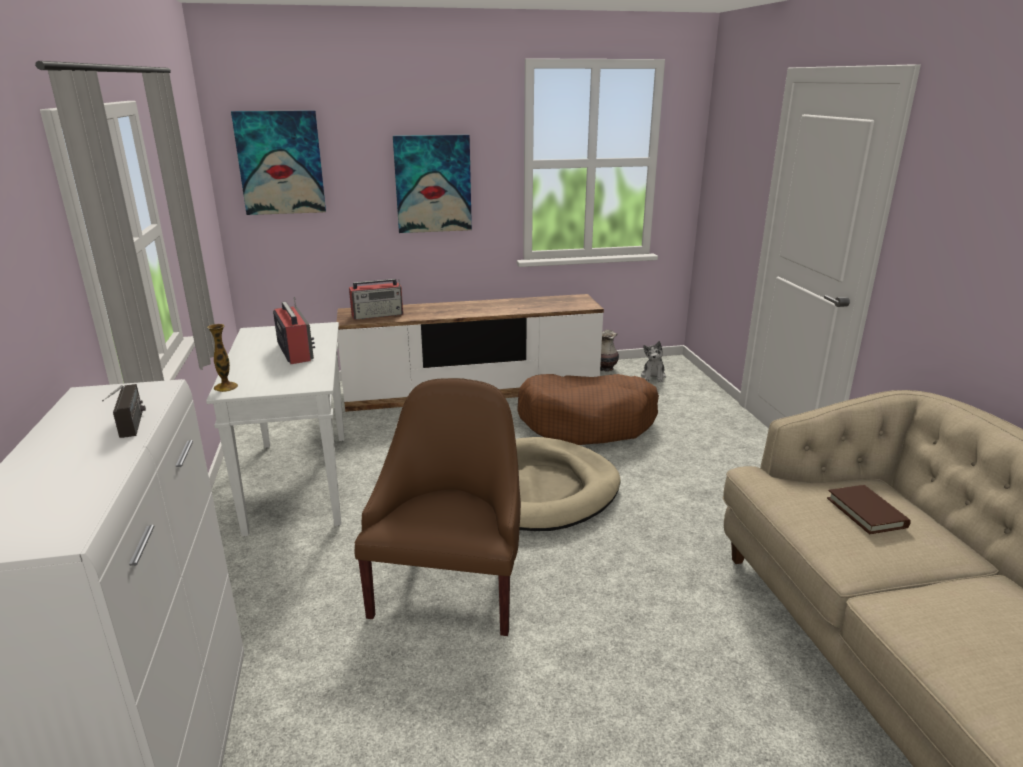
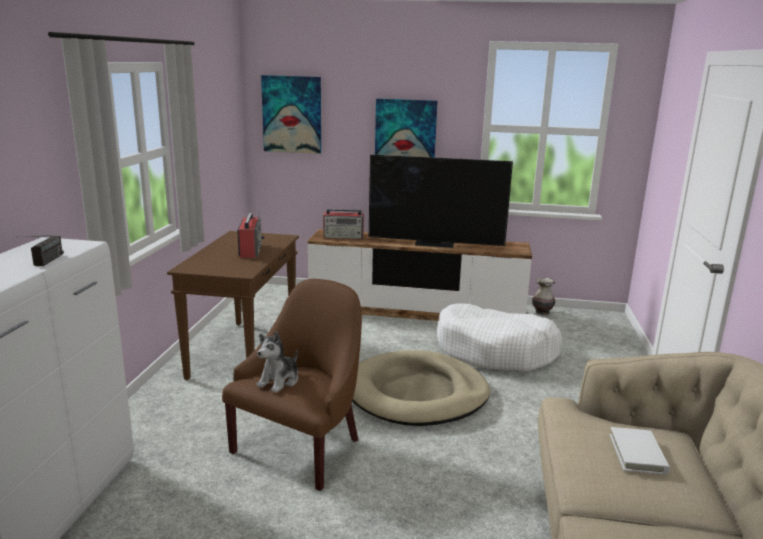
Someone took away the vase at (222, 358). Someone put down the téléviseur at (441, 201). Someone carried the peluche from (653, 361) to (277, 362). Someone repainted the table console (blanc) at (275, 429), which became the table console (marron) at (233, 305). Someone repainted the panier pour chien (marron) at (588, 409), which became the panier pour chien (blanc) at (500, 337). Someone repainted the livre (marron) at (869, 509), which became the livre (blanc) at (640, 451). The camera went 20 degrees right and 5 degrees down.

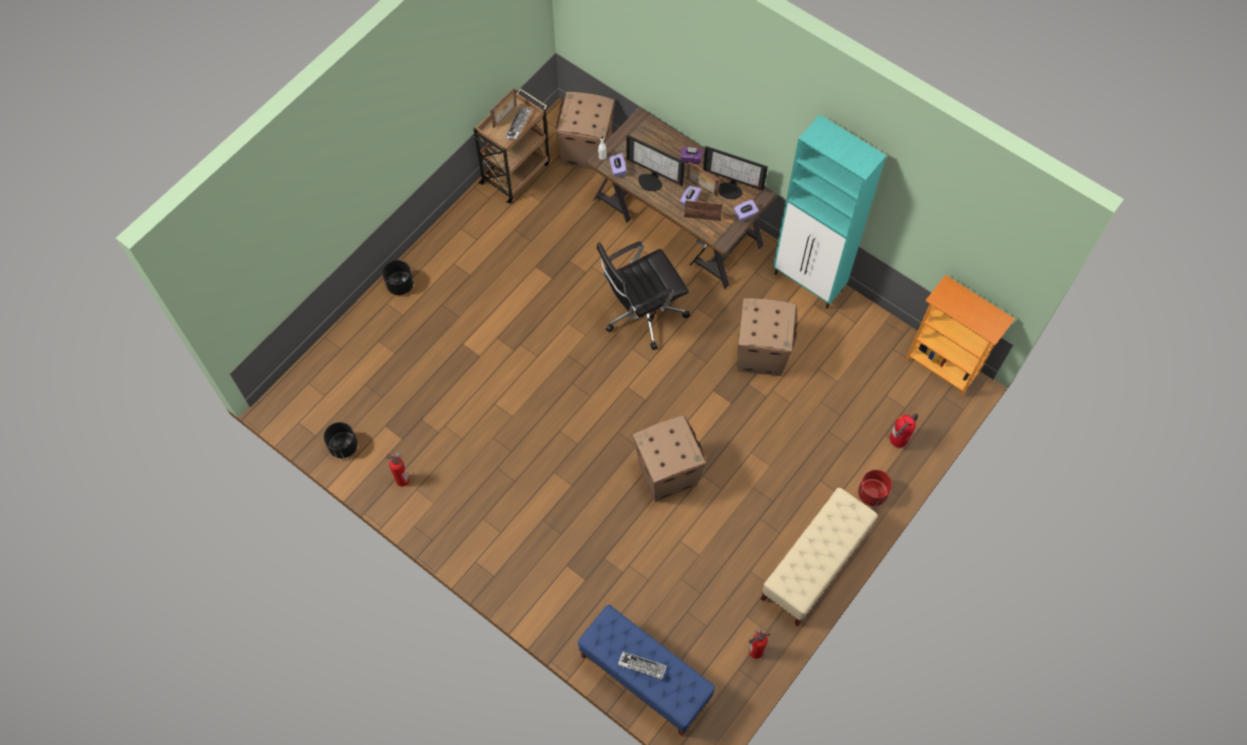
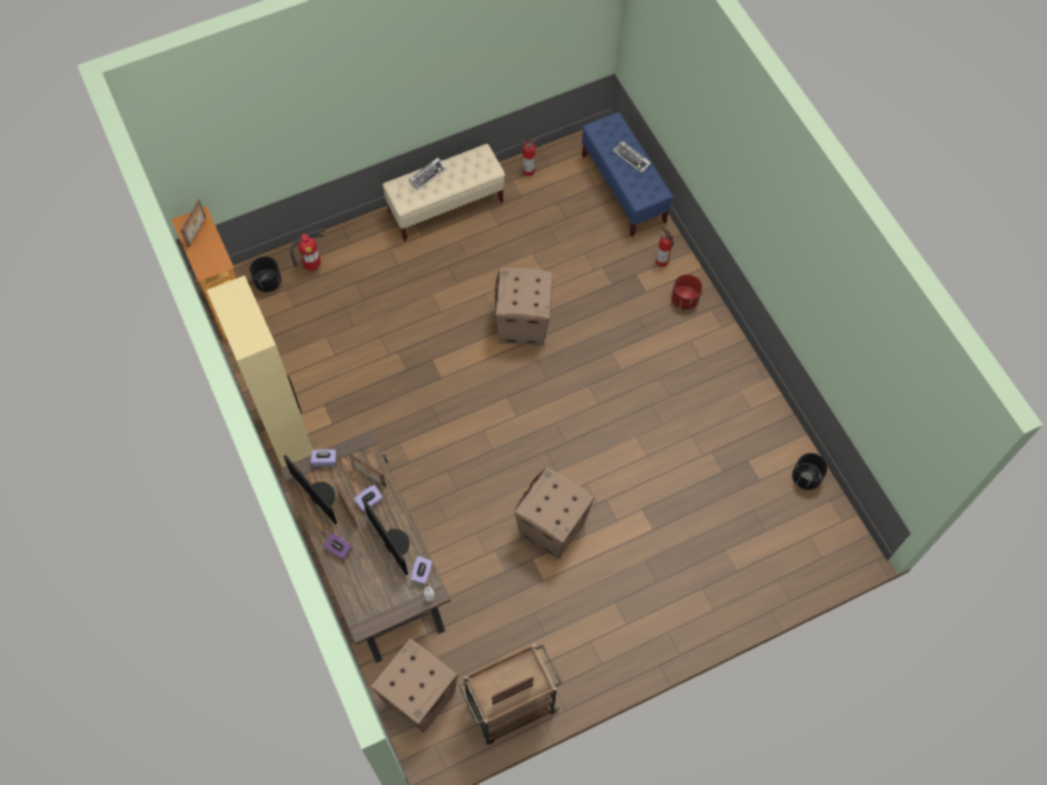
Someone took away the chaise de bureau (noir) at (643, 295). Someone put down the cadre photo at (193, 223). Someone carried the cache-pot (noir) from (398, 277) to (266, 274). Someone carried the extincteur from (398, 469) to (665, 247). Someone carried the clavier from (518, 123) to (427, 174). Someone carried the carton from (767, 337) to (554, 513). Someone carried the cache-pot (rouge) from (875, 488) to (686, 292). Someone repainted the meuble de rangement (turquoise) at (829, 211), which became the meuble de rangement (beige) at (260, 371). The camera went 155 degrees left and 0 degrees up.

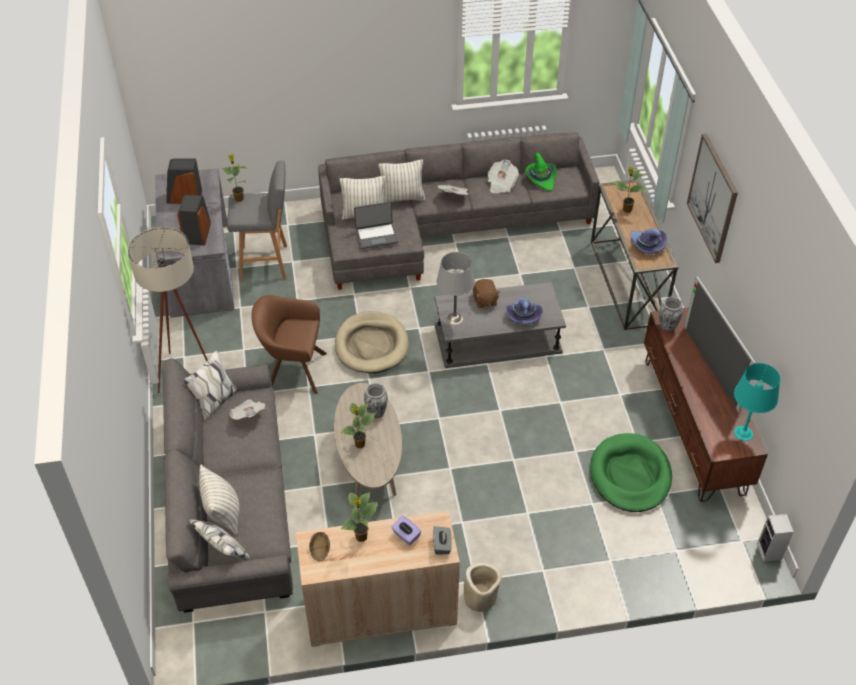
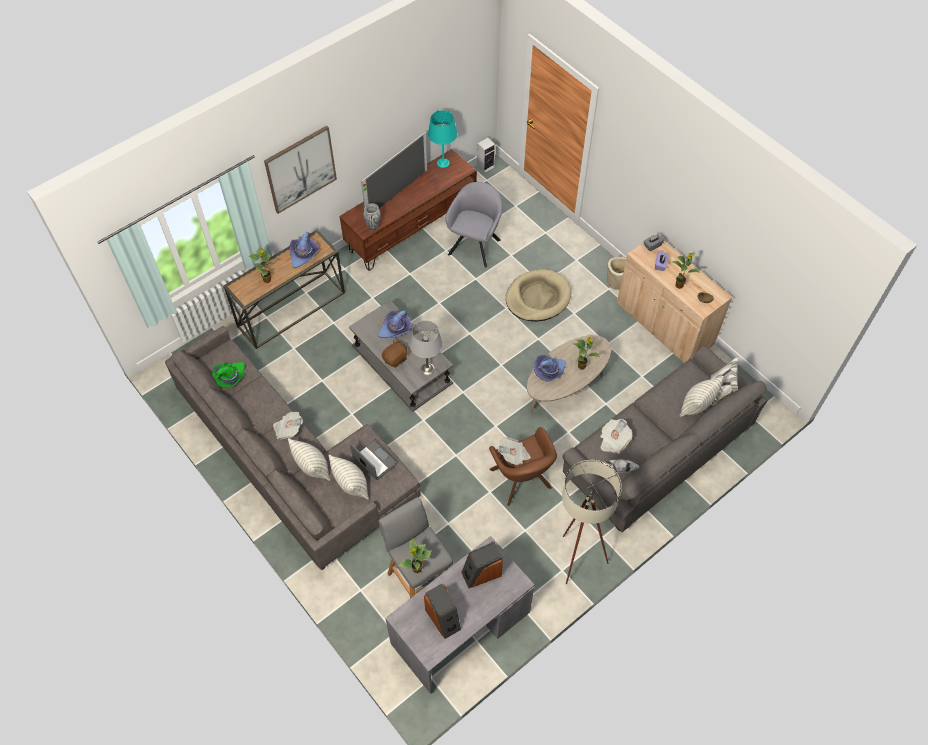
Someone carried the panier pour chien (beige) from (372, 342) to (538, 295). Someone carried the journal from (503, 176) to (514, 451). Someone swapped the vase at (376, 400) for the chapeau (violet) at (550, 368). Someone swapped the panier pour chien (vert) at (631, 472) for the fauteuil (gris) at (474, 224). The camera went 120 degrees left and 10 degrees up.

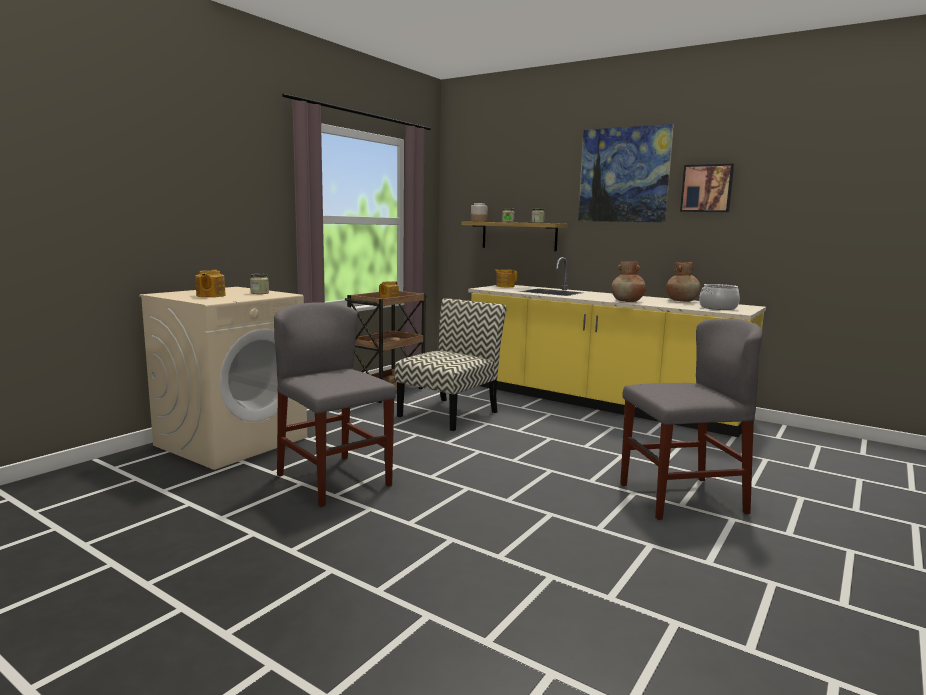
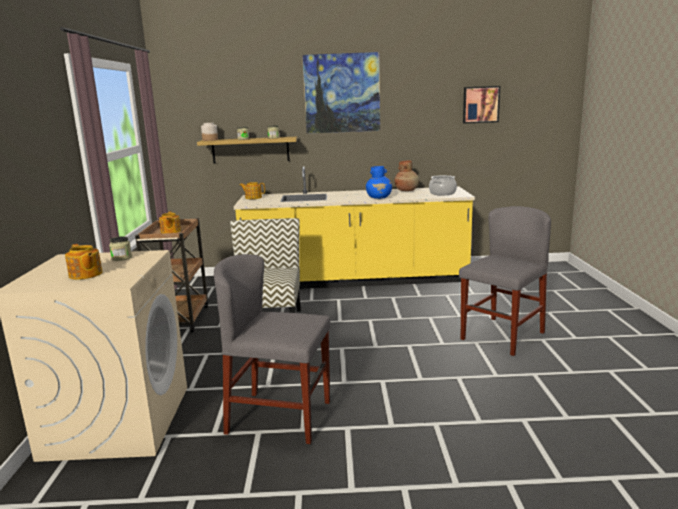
Someone carried the tableau from (707, 188) to (481, 104). Someone repainted the vase (marron) at (628, 282), which became the vase (bleu) at (379, 182). The camera went 35 degrees left and 5 degrees up.

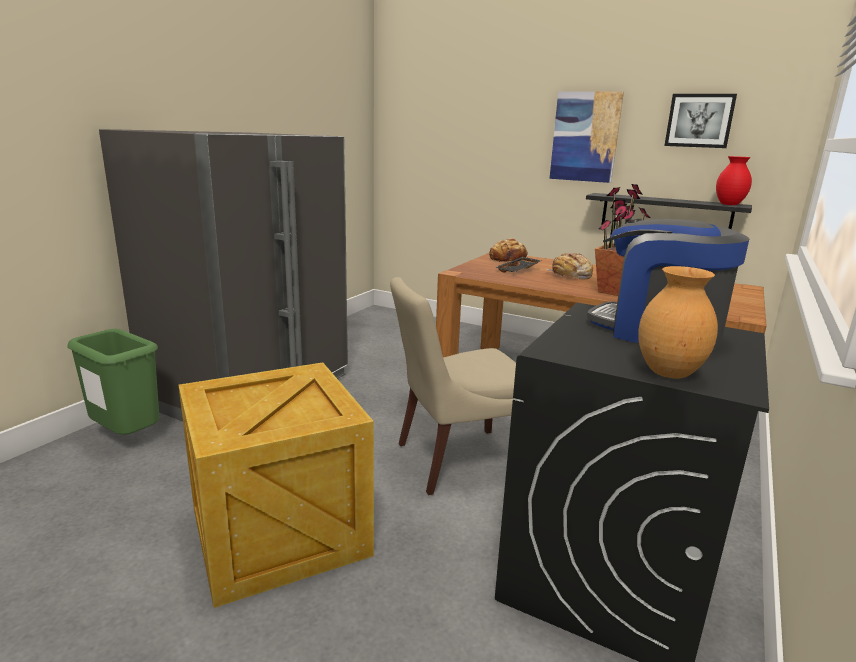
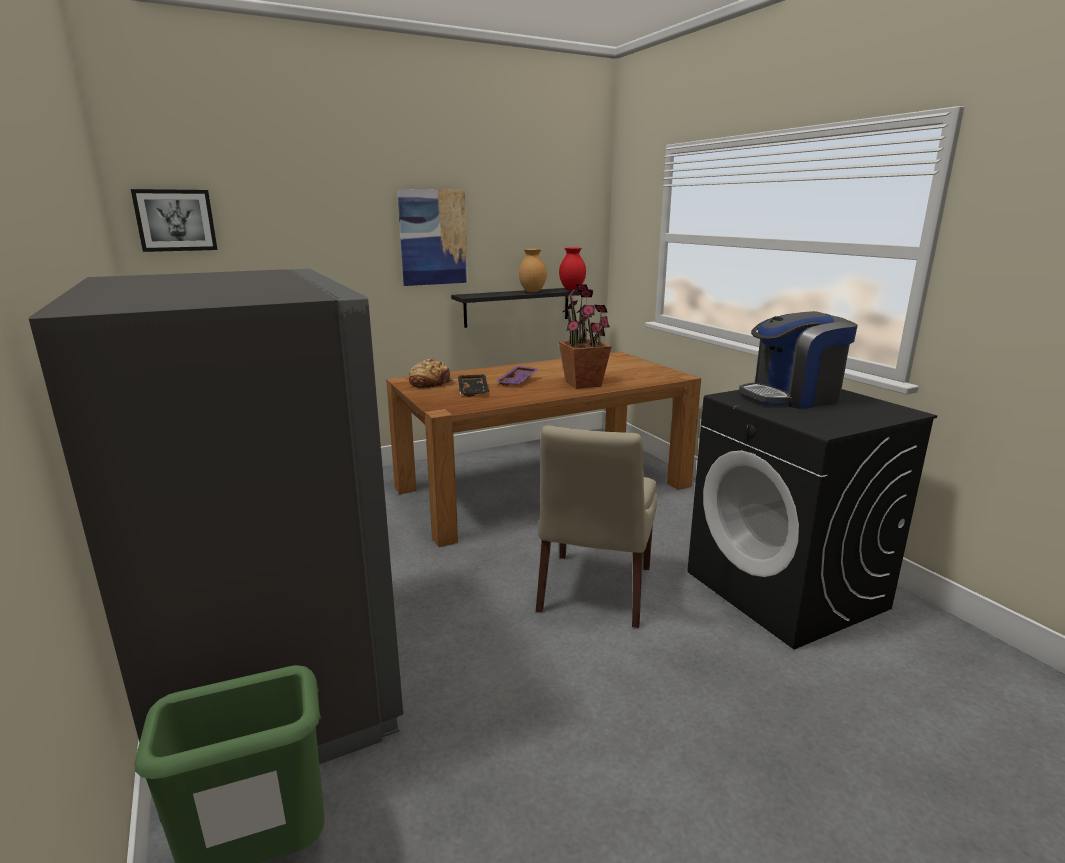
Someone took away the caisse at (276, 485). Someone carried the vase (marron) from (678, 322) to (533, 270). Someone carried the tableau from (700, 121) to (174, 220). Someone swapped the pain at (570, 266) for the plateau (violet) at (517, 376). The camera went 55 degrees left and 0 degrees up.

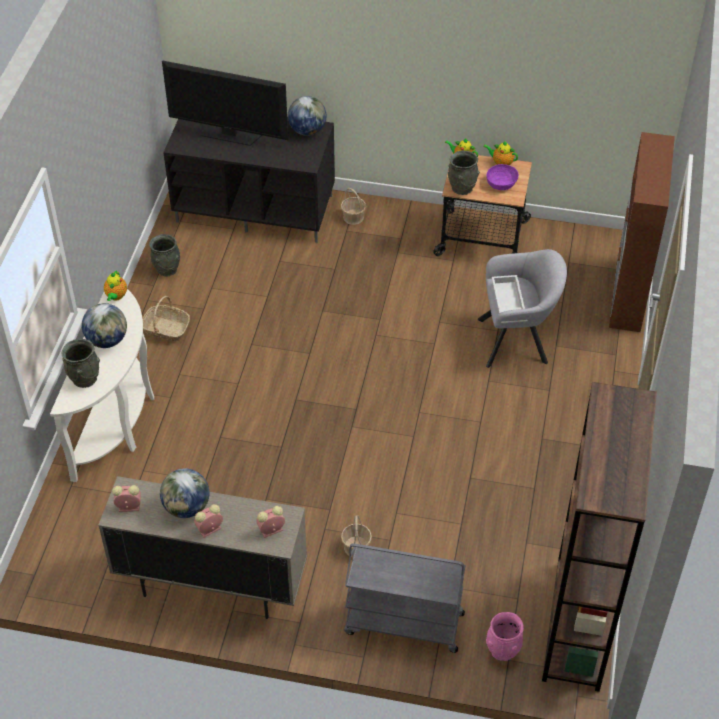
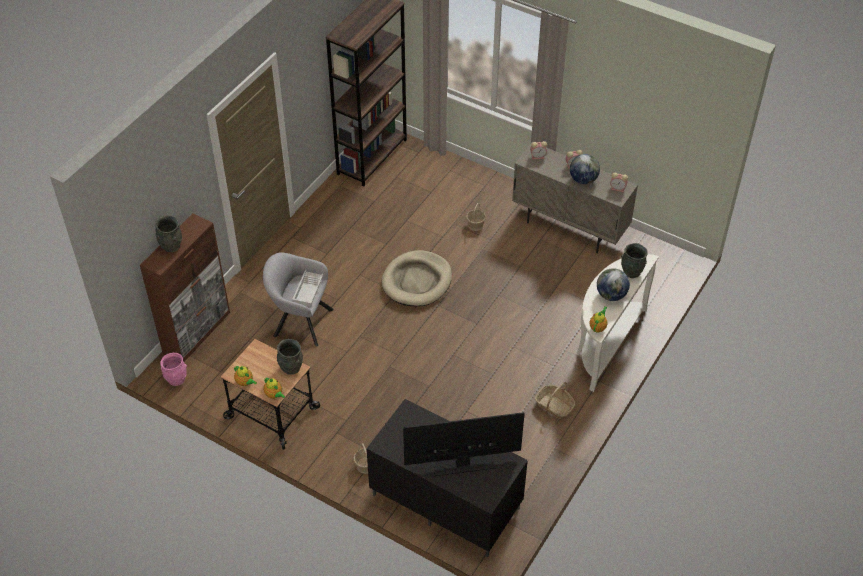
Someone took away the globe at (307, 116). Someone took away the chariot (gris) at (404, 598). Someone took away the bol (violet) at (502, 177). Someone put down the panier pour chien (beige) at (417, 278). Someone carried the vase (gris) from (164, 255) to (168, 233). Someone carried the vase (rose) from (505, 636) to (173, 369). Someone rotated the téléviseur at (225, 103) by 45 degrees counterclockwise. The camera went 160 degrees left and 0 degrees up.

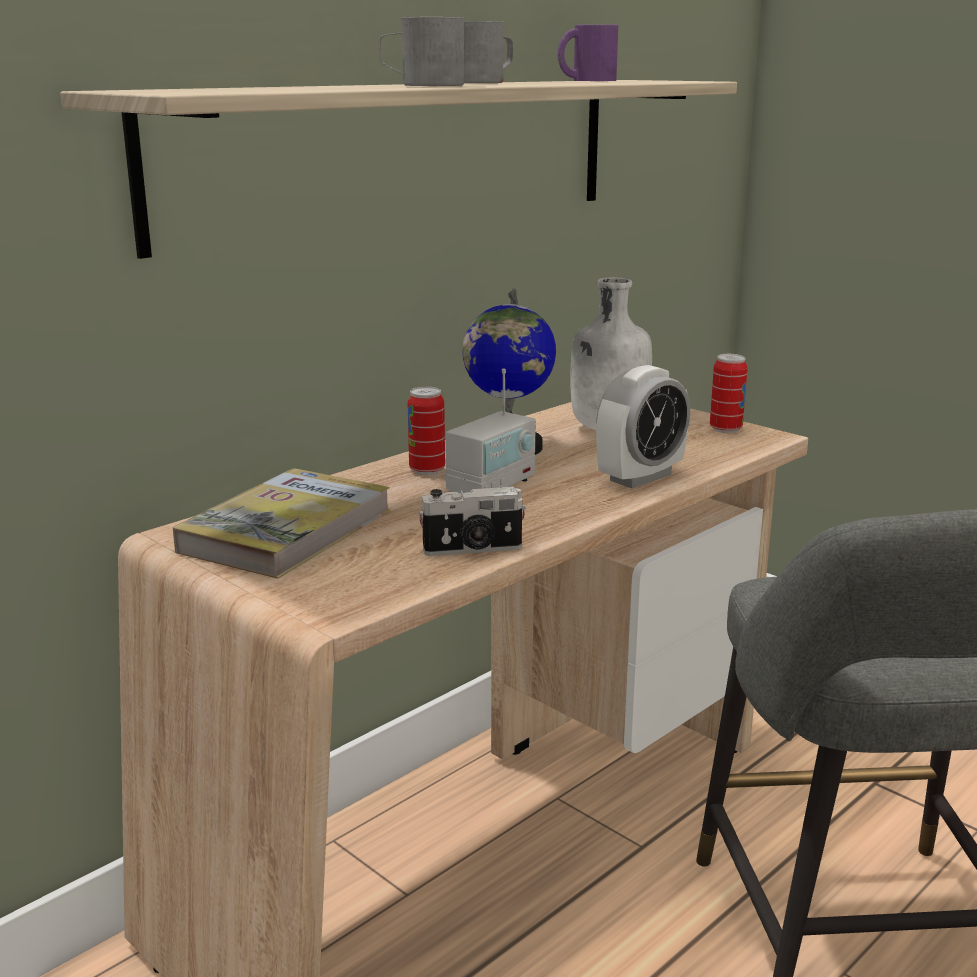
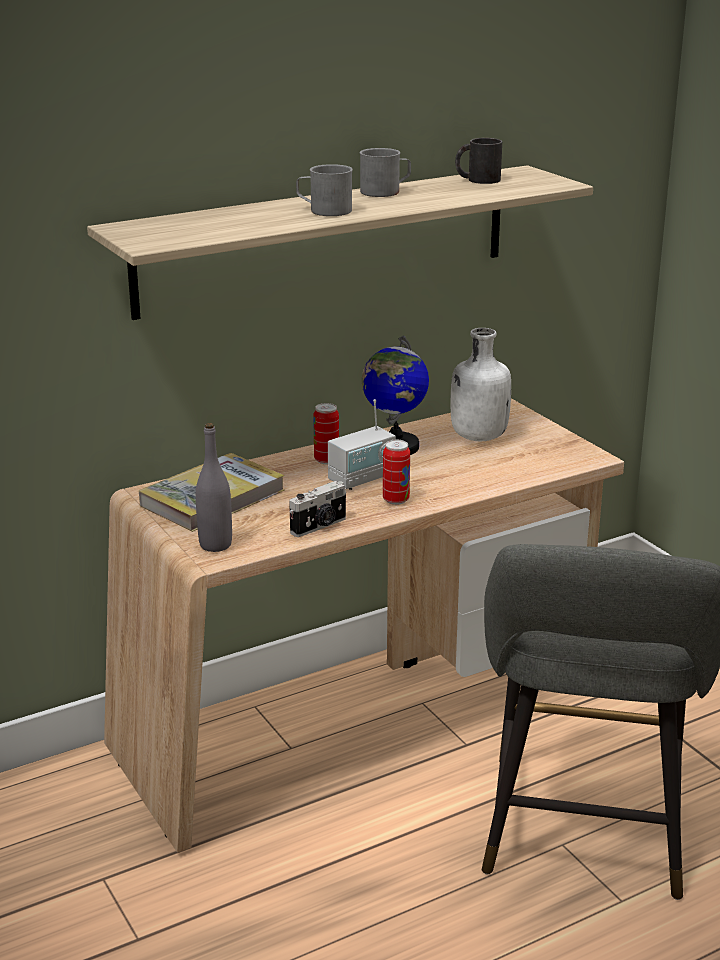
Someone took away the réveil at (643, 426). Someone put down the bouteille (gris) at (214, 487). Someone carried the boîte métallique from (729, 393) to (396, 472). Someone repainted the mug (violet) at (588, 52), which became the mug (noir) at (478, 161). Someone rotated the appareil photo at (472, 521) by 45 degrees counterclockwise. The camera went 15 degrees right and 5 degrees up.

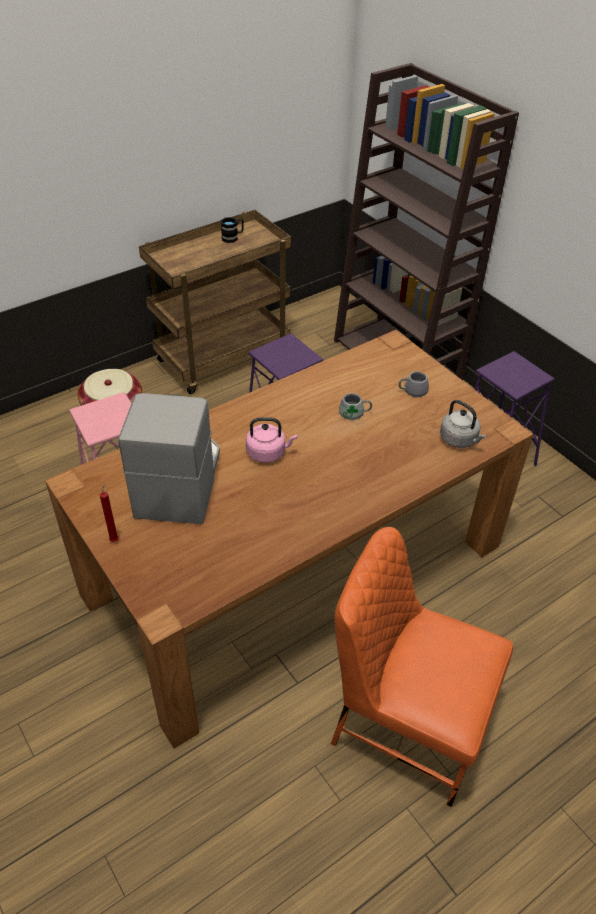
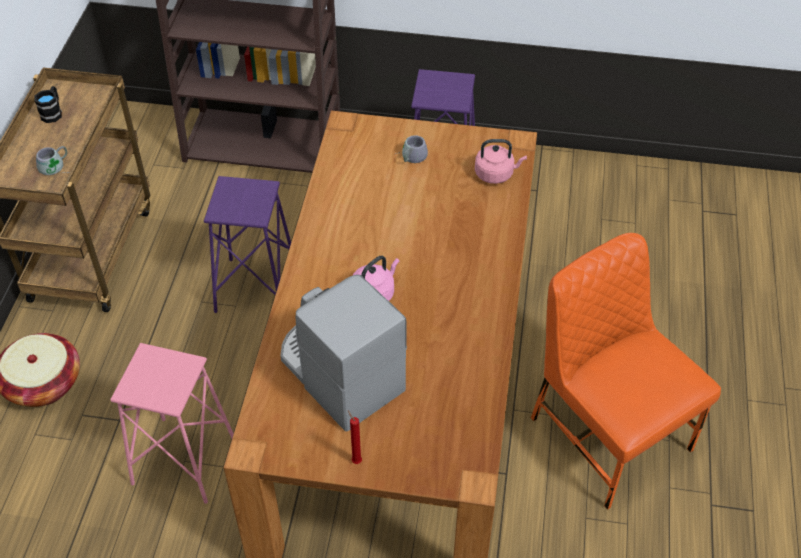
Someone carried the mug (gris) from (355, 409) to (53, 160). Someone repainted the bouilloire (gris) at (463, 424), which became the bouilloire (rose) at (501, 161). Someone rotated the chaise (orange) at (422, 667) by 75 degrees clockwise. The camera went 45 degrees left and 5 degrees up.

